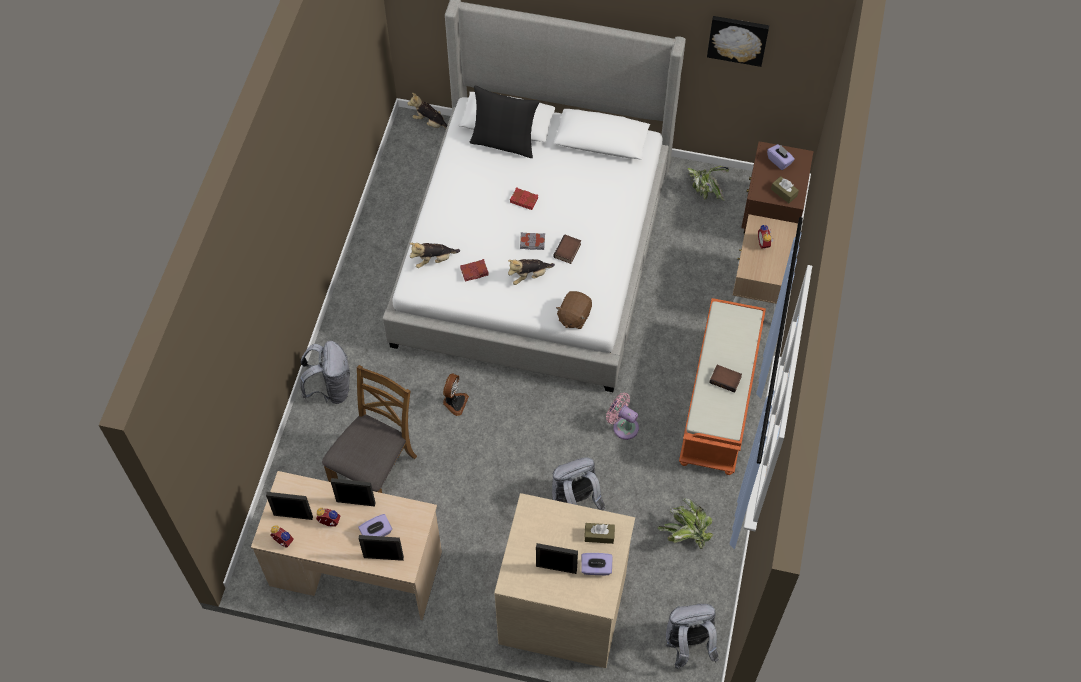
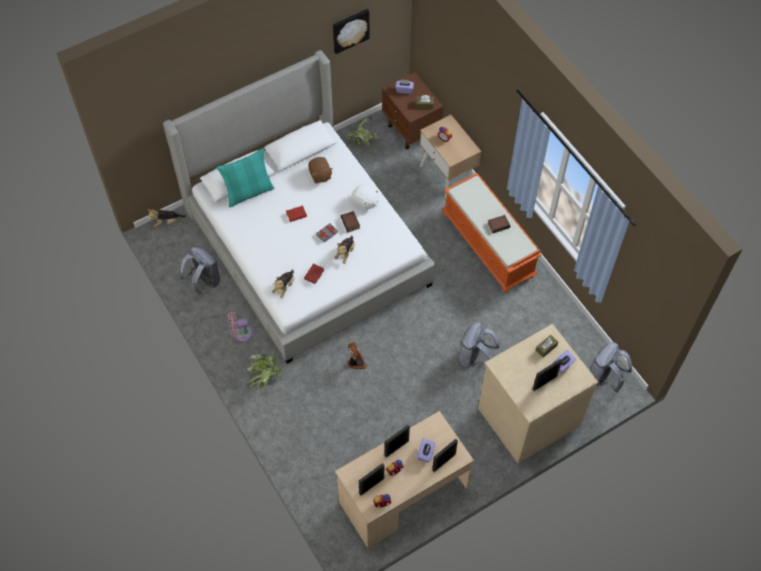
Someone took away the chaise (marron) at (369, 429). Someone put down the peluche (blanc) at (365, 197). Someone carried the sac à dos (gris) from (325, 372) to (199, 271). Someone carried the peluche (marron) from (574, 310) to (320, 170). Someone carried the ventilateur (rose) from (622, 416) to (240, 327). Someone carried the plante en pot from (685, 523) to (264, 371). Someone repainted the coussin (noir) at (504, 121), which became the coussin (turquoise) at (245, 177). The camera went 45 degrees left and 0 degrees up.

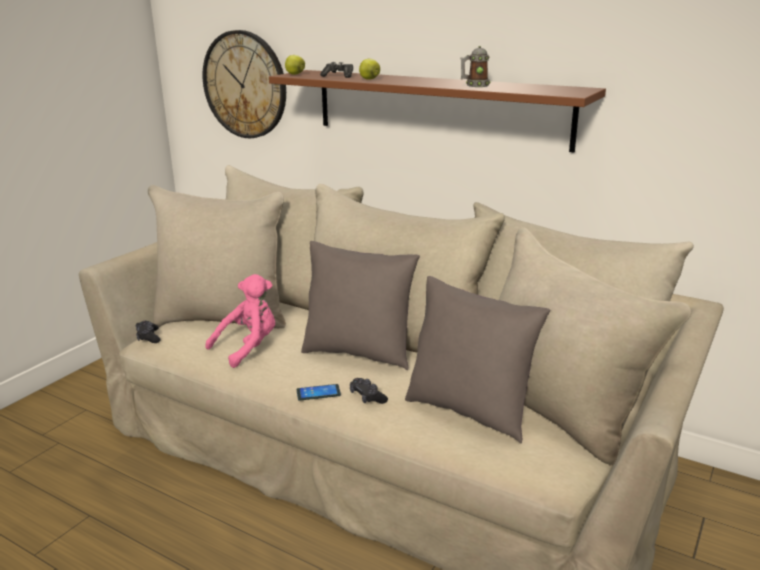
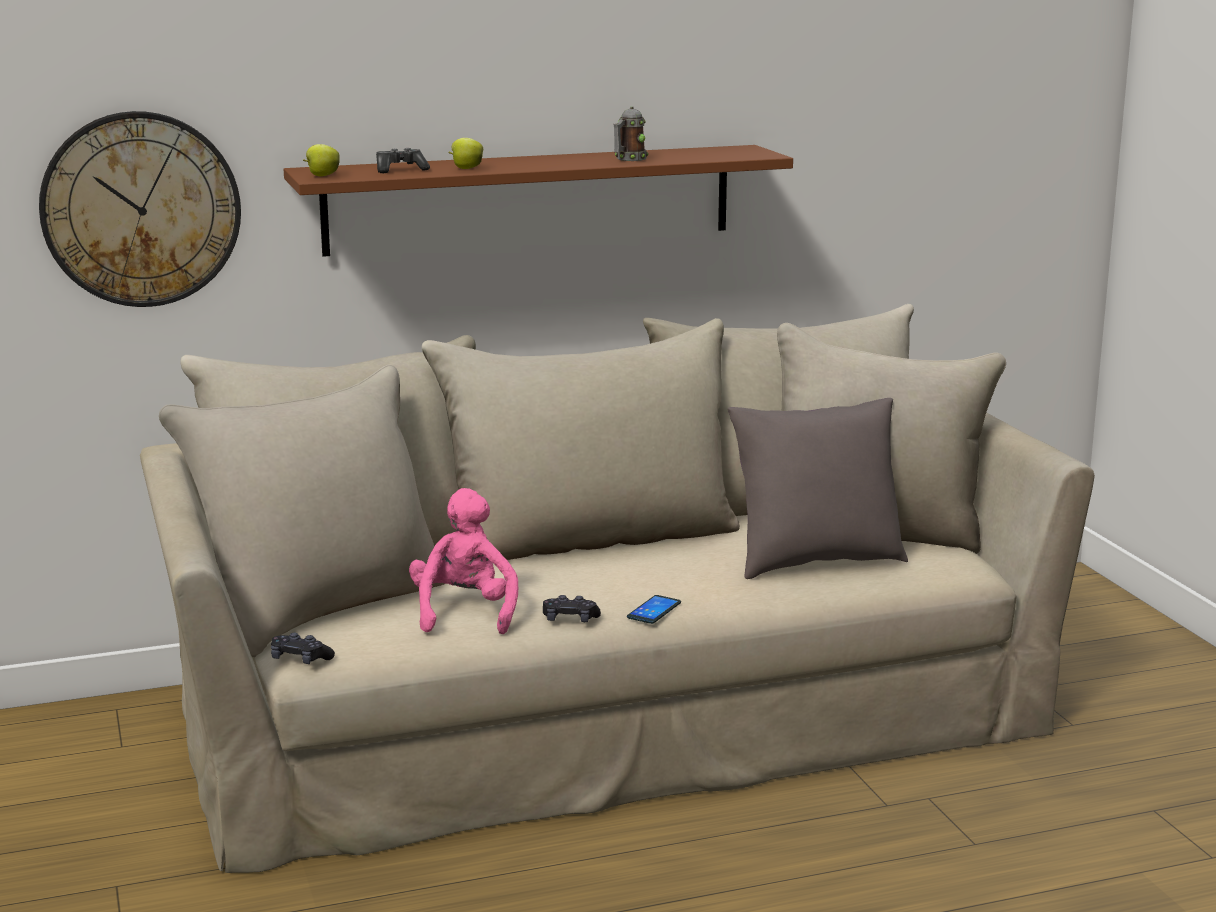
Someone took away the coussin (gris) at (360, 305). Someone carried the manette (noir) from (369, 391) to (572, 608). The camera went 50 degrees left and 5 degrees down.

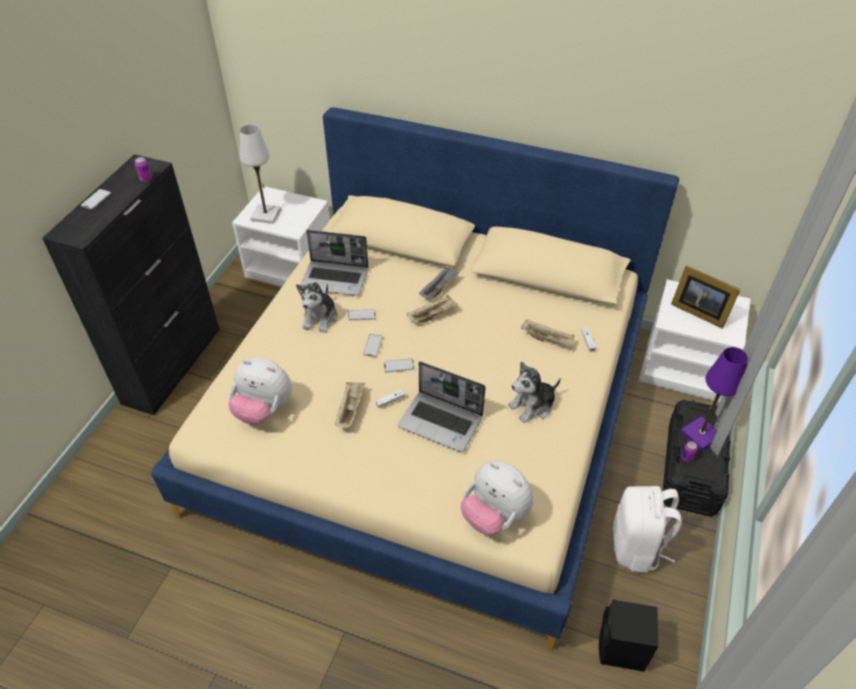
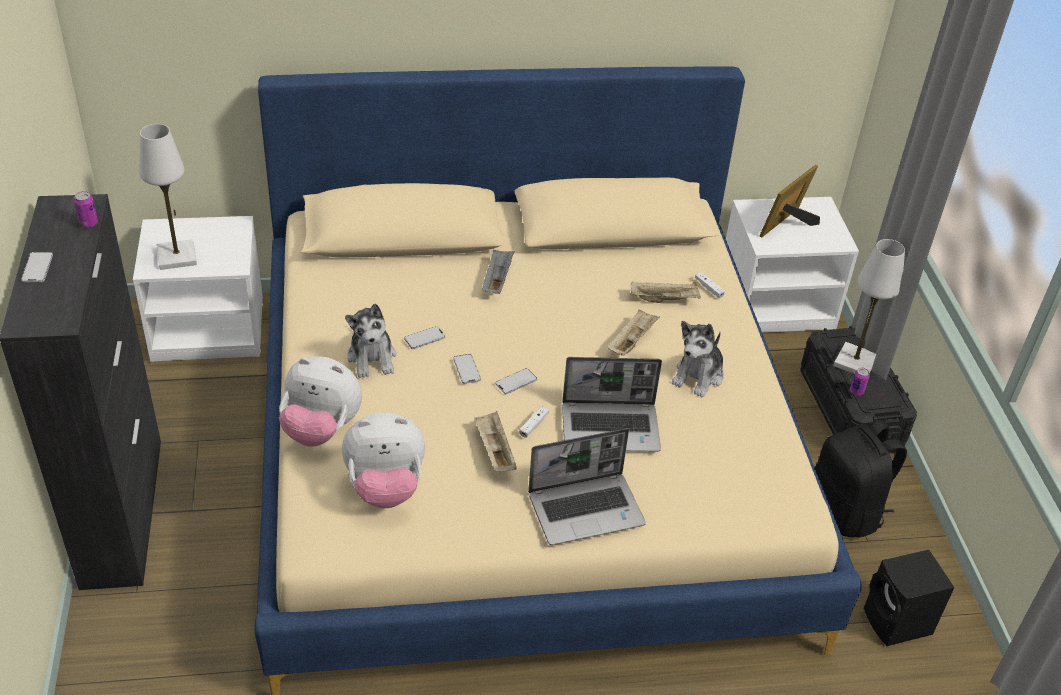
Someone carried the ordinateur portable from (334, 263) to (587, 486). Someone carried the plateau (beige) from (432, 309) to (634, 332). Someone carried the peluche from (497, 498) to (320, 402). Someone repainted the sac à dos (blanc) at (647, 529), which became the sac à dos (noir) at (861, 478). Someone repainted the lampe de table (violet) at (714, 399), which became the lampe de table (blanc) at (869, 306). Someone rotated the cadre photo at (706, 297) by 120 degrees clockwise. The camera went 30 degrees left and 5 degrees down.

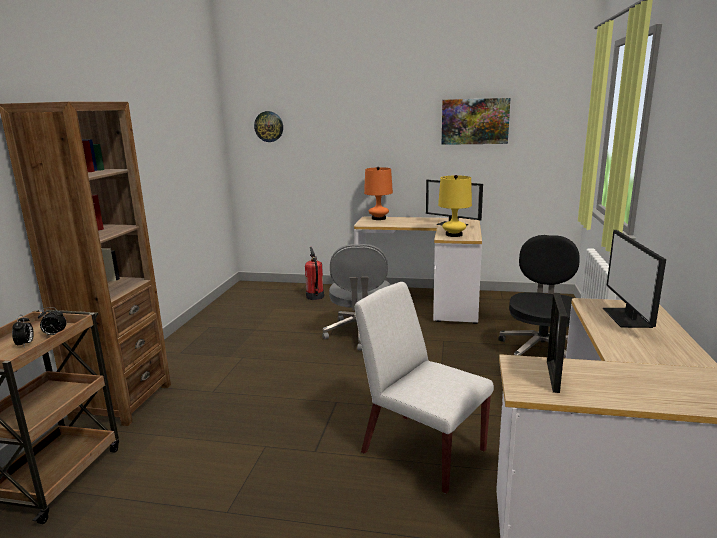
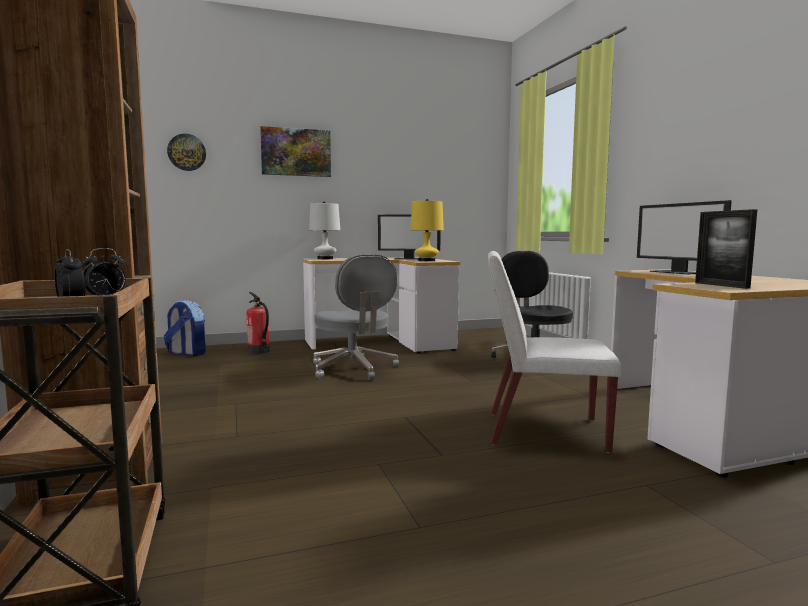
Someone put down the sac à dos at (184, 328). Someone carried the tableau from (476, 121) to (295, 151). Someone repainted the lampe de table (orange) at (378, 193), which became the lampe de table (blanc) at (324, 230). The camera went 30 degrees left and 10 degrees down.

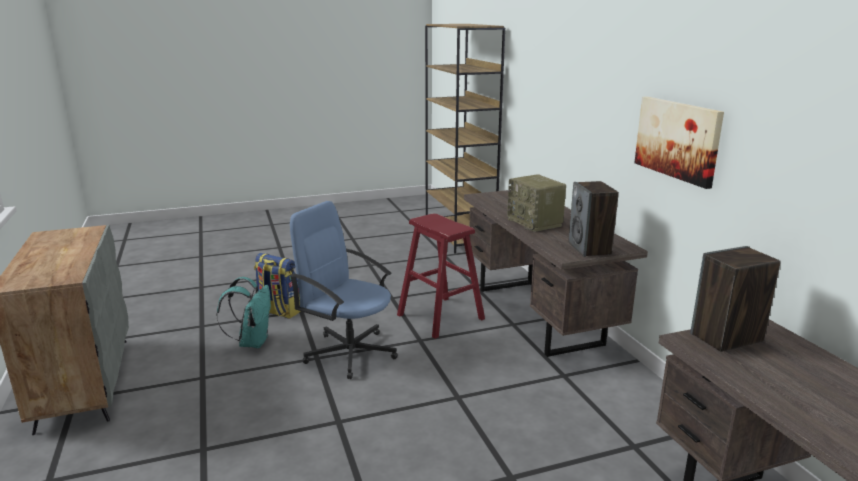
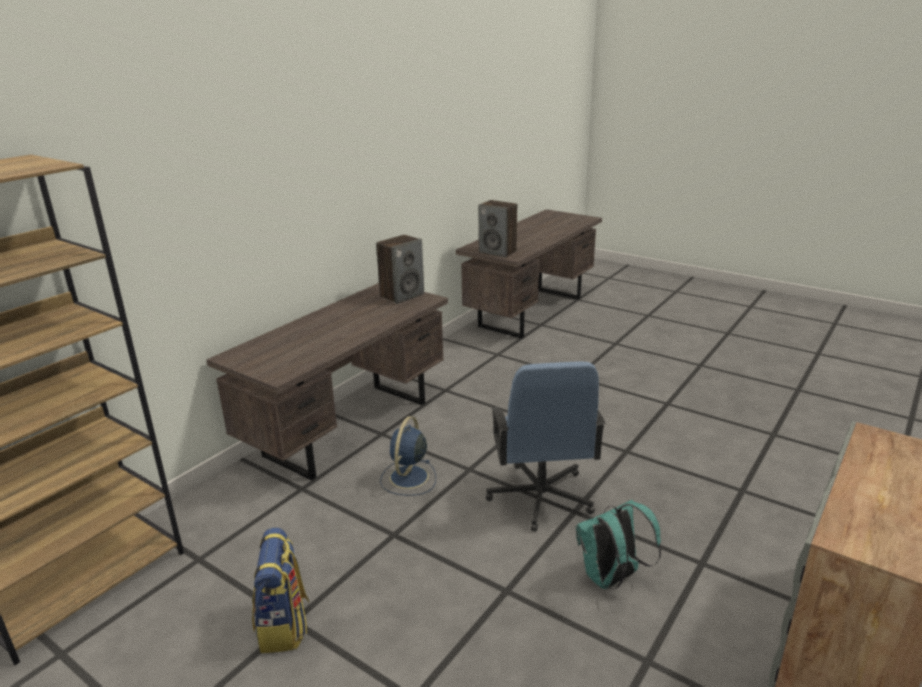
Someone took away the radio at (536, 203). Someone took away the tableau at (679, 142). Someone carried the sac à dos from (277, 286) to (280, 590). Someone swapped the tabouret (rouge) at (441, 276) for the ventilateur (bleu) at (408, 456). The camera went 125 degrees left and 5 degrees up.

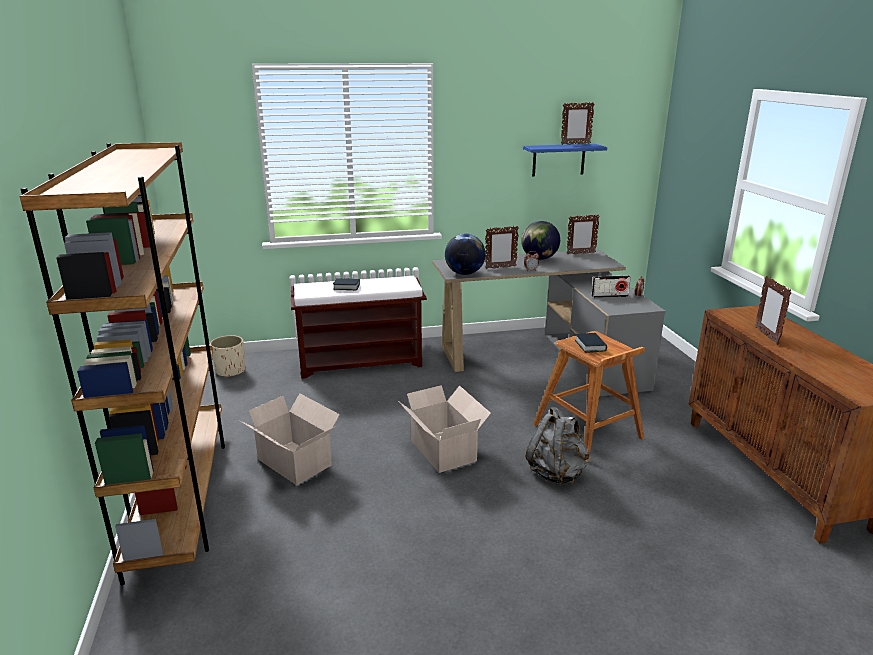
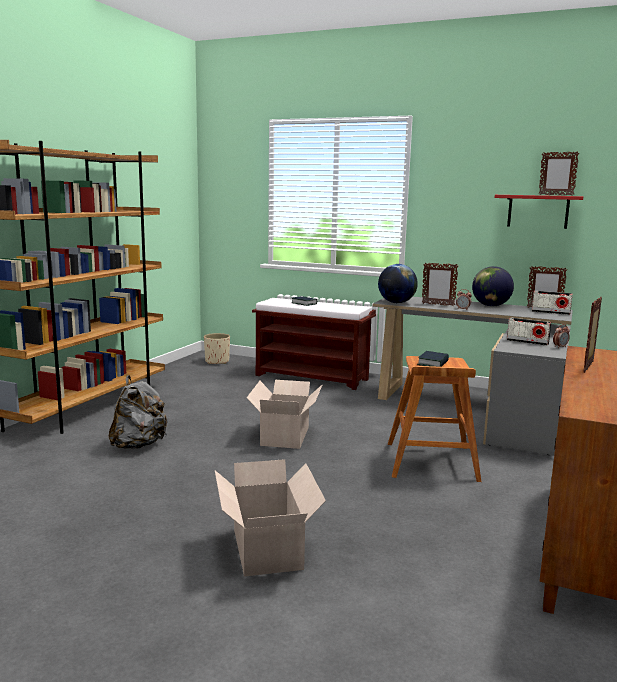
Someone put down the radio at (552, 303). Someone carried the carton from (289, 439) to (270, 518). Someone carried the sac à dos (gris) from (557, 446) to (138, 412). Someone repainted the étagère (bleu) at (565, 160), which became the étagère (rouge) at (539, 212). The camera went 35 degrees right and 10 degrees down.

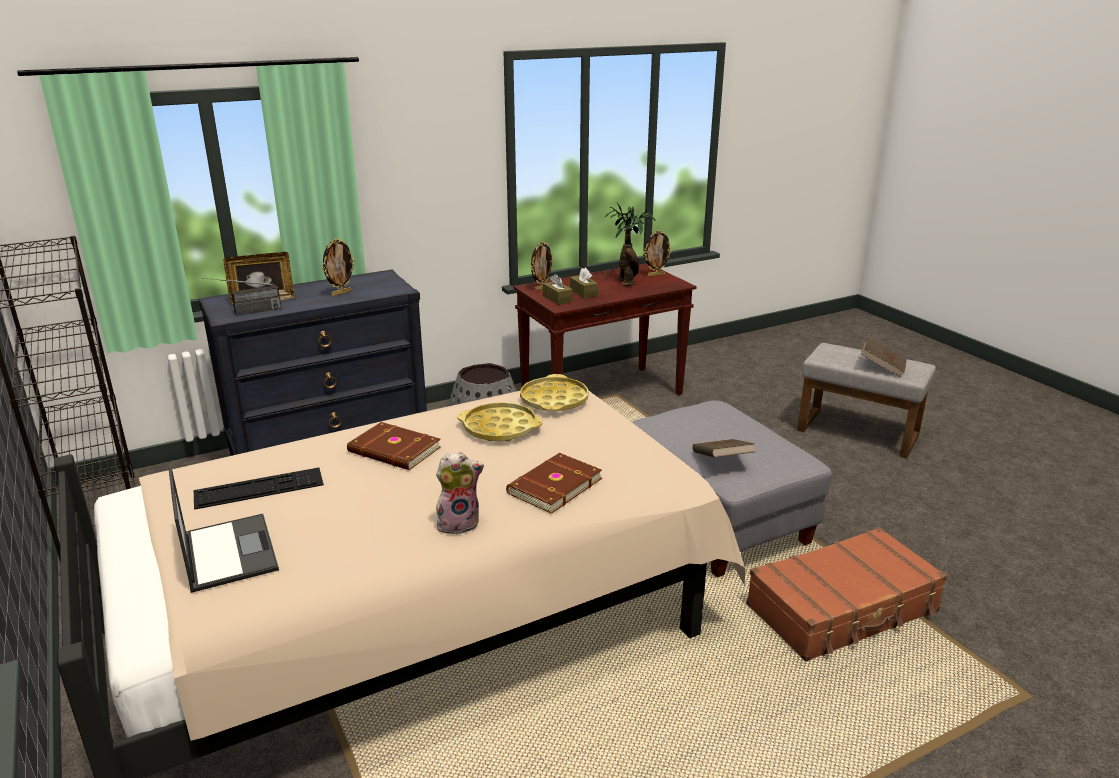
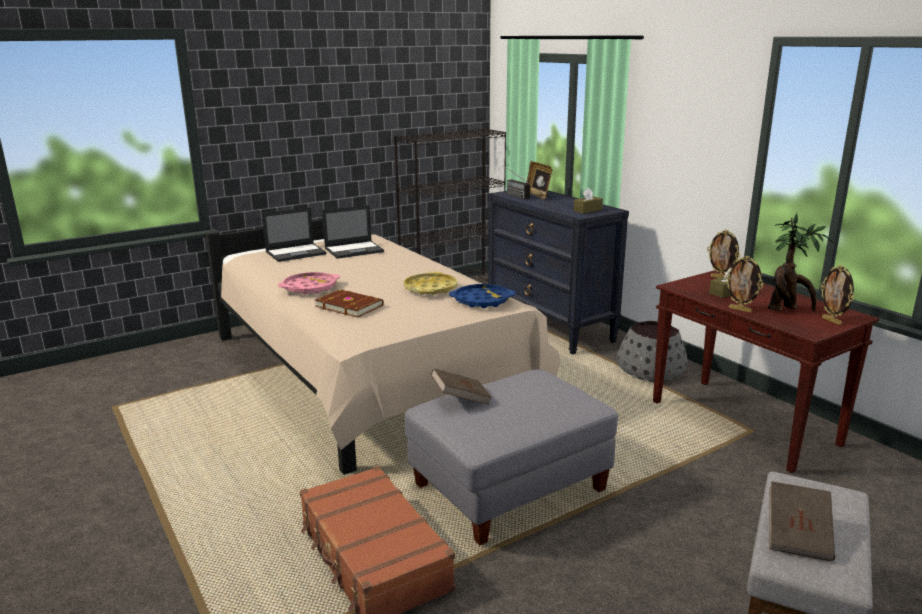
Someone took away the livre (marron) at (394, 446). Someone carried the cadre photo from (338, 267) to (744, 284). Someone carried the boîte à mouchoirs (marron) from (557, 289) to (588, 201). Someone swapped the clavier at (259, 488) for the ordinateur portable at (353, 232). Someone swapped the peluche at (460, 493) for the plateau (rose) at (309, 283). Someone repainted the plateau (jaune) at (554, 392), which became the plateau (bleu) at (482, 296). The camera went 85 degrees right and 5 degrees down.

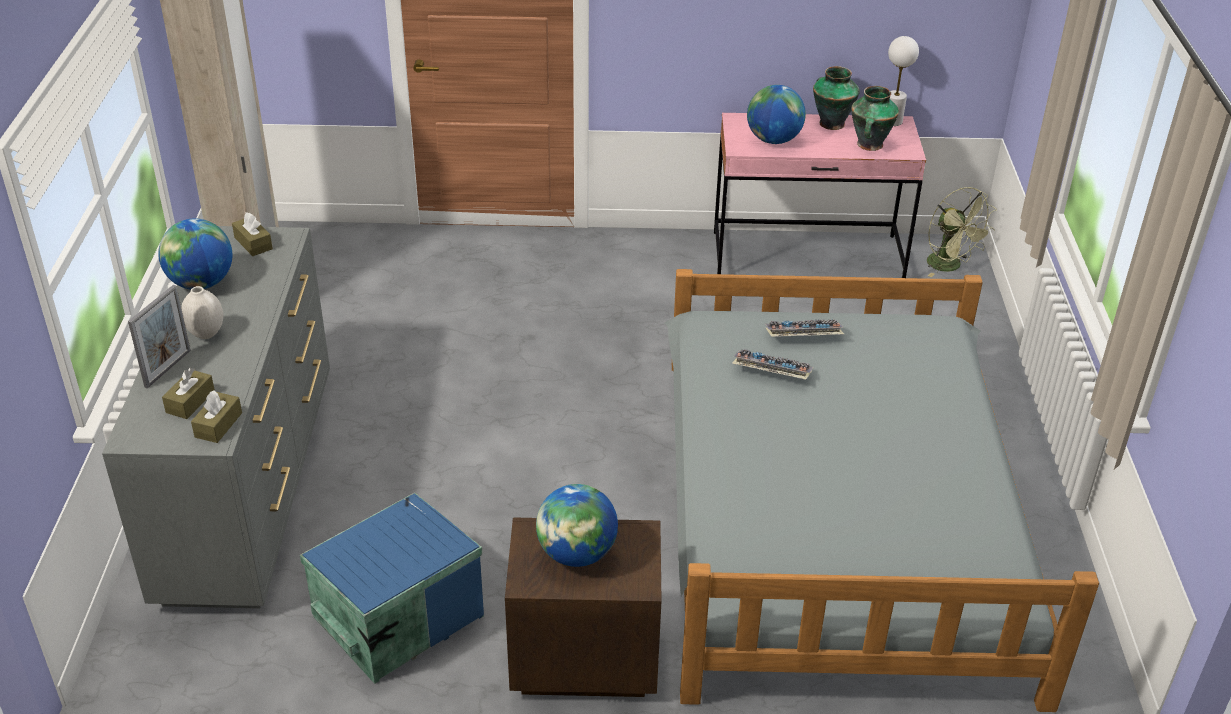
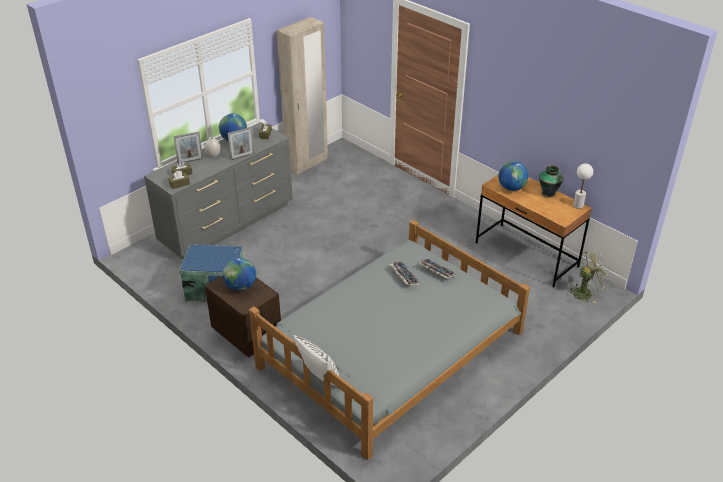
Someone took away the vase at (875, 118). Someone put down the cadre photo at (240, 143). Someone put down the coussin (blanc) at (316, 361). Someone repainted the bureau (rose) at (820, 195), which became the bureau (marron) at (534, 230). Someone rotated the ventilateur (vert) at (962, 232) by 120 degrees counterclockwise. The camera went 45 degrees right and 0 degrees up.

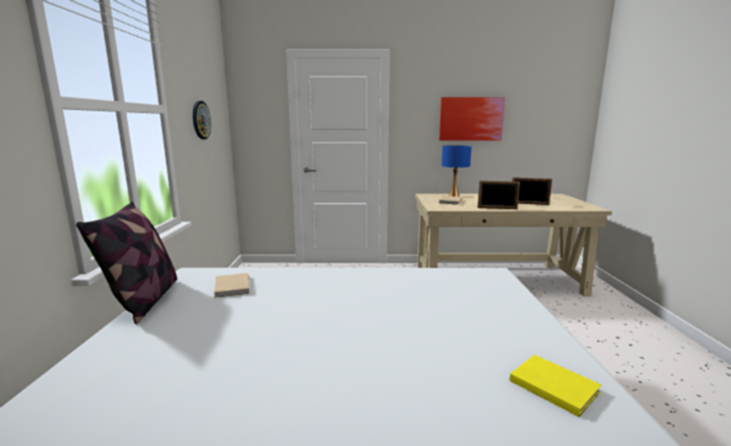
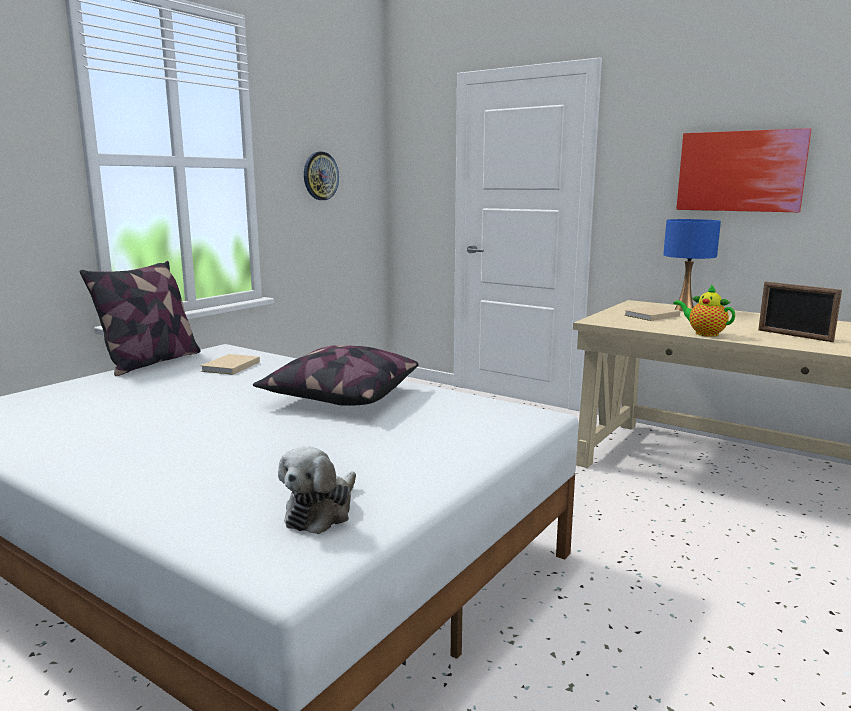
Someone put down the coussin at (336, 375). Someone swapped the cadre photo at (498, 195) for the théière at (704, 311). Someone swapped the livre (jaune) at (555, 386) for the peluche at (317, 490). The camera went 35 degrees right and 0 degrees up.

